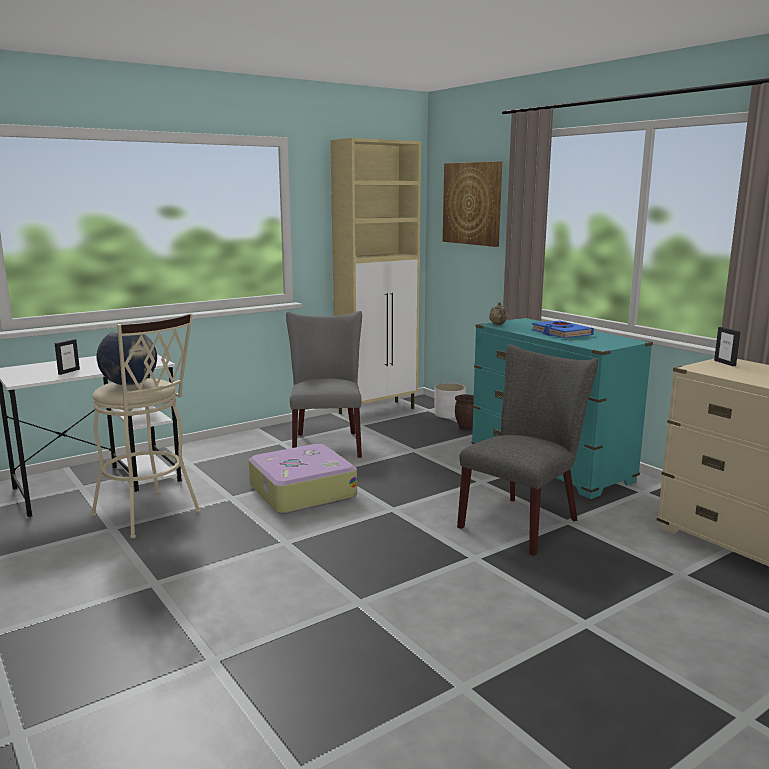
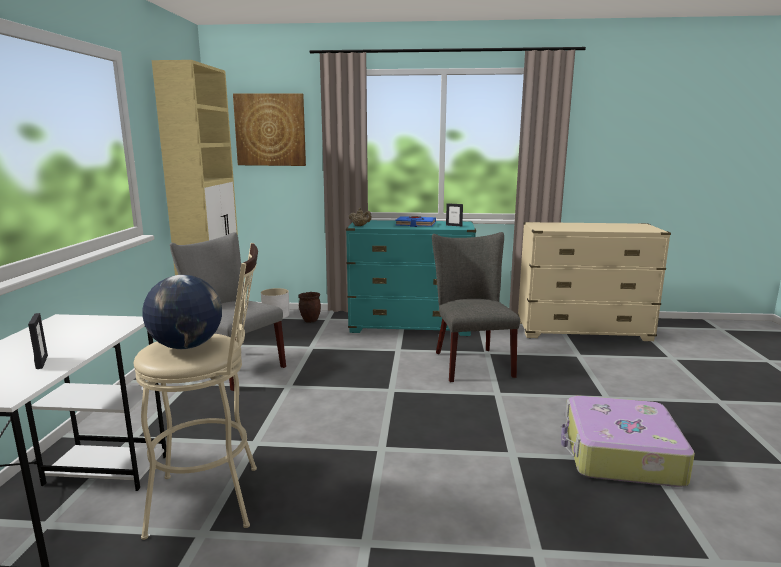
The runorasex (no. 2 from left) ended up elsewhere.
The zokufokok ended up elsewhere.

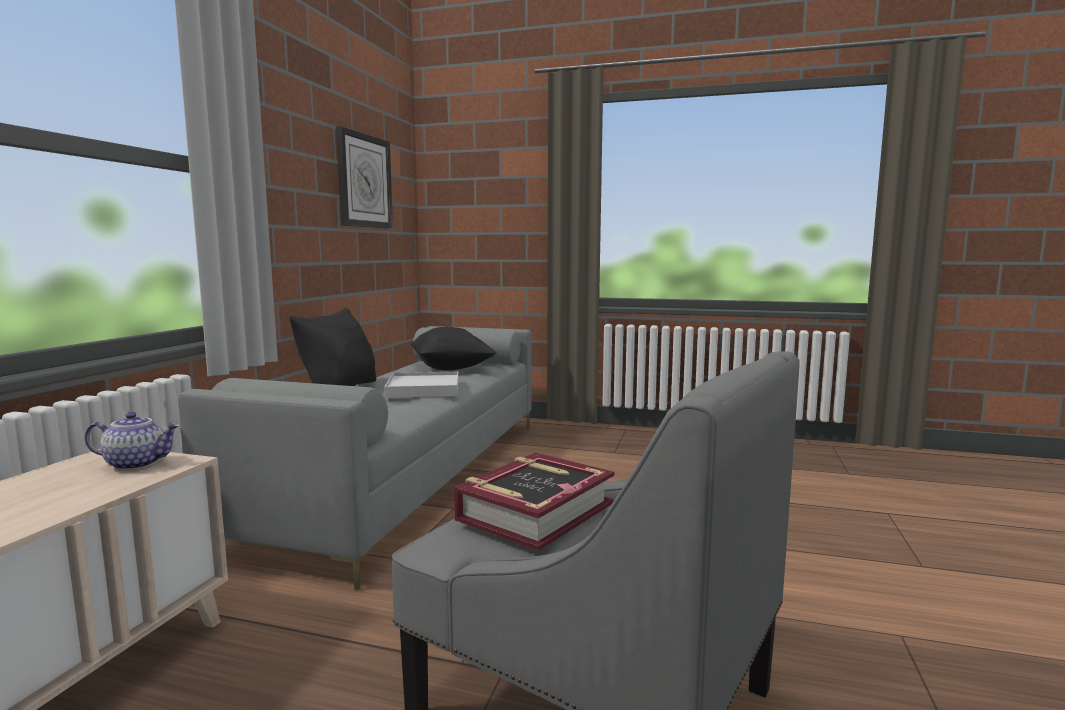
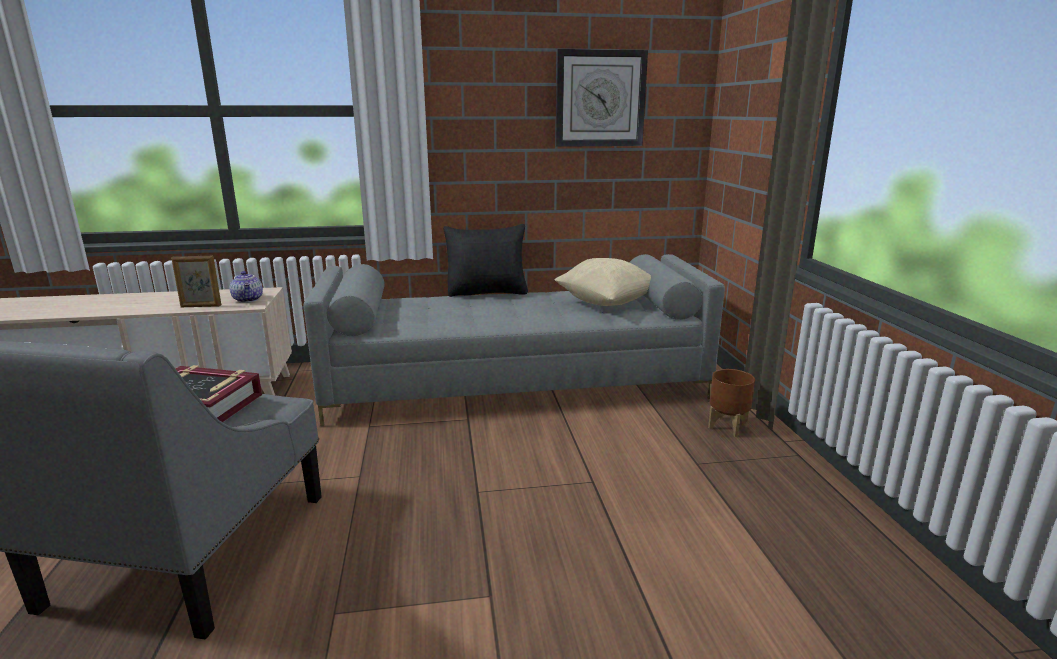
The second view gained the runorasex.
What was the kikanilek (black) (no. 2 from left) turned into the kikanilek (beige).
The second view gained the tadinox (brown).
The second view lost the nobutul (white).

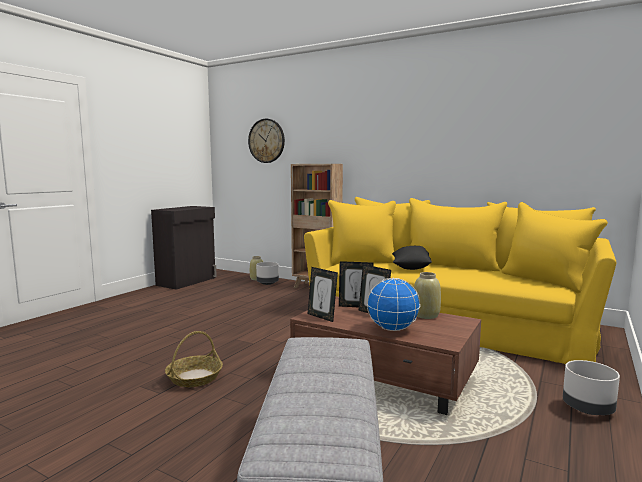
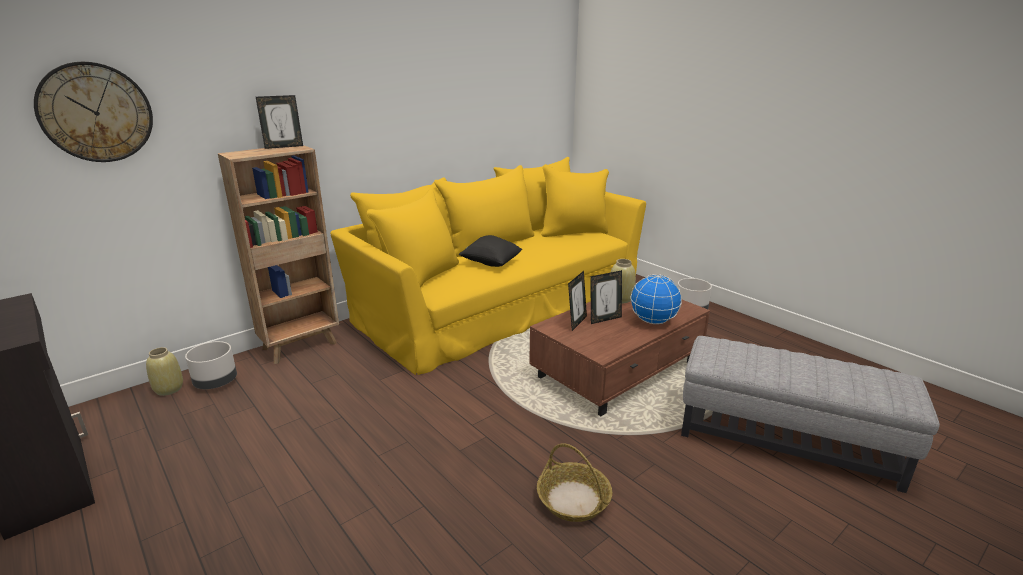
The runorasex (no. 1 from left) ended up elsewhere.

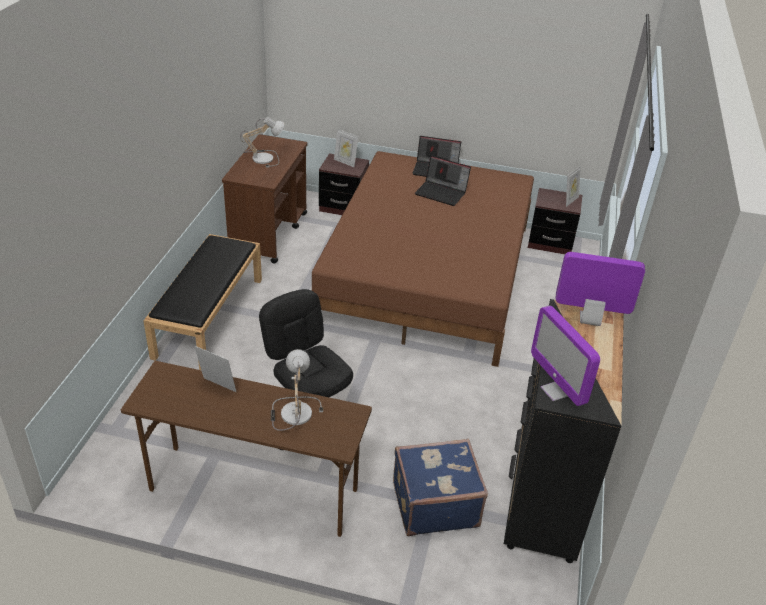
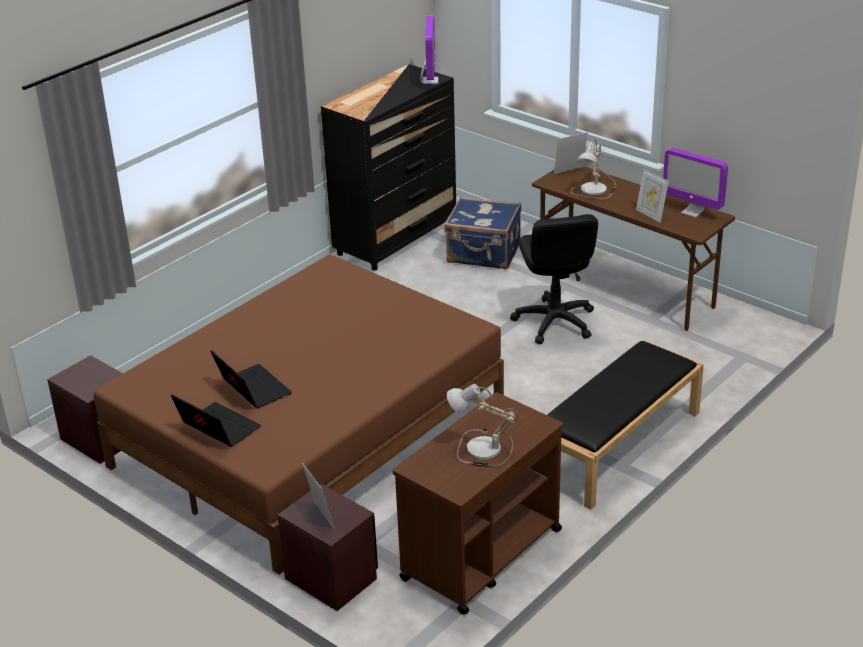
The runorasex (no. 3 from left in the first image) ended up elsewhere.
The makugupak (no. 2 from left) ended up elsewhere.

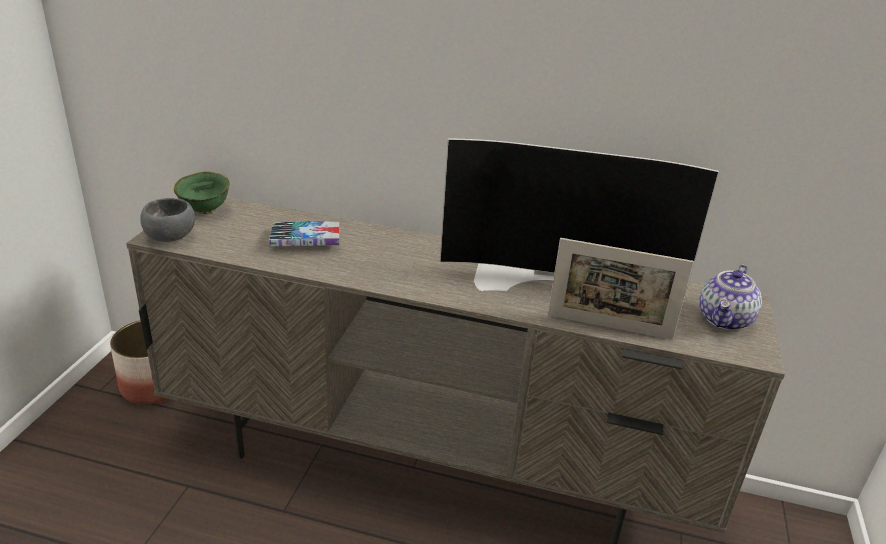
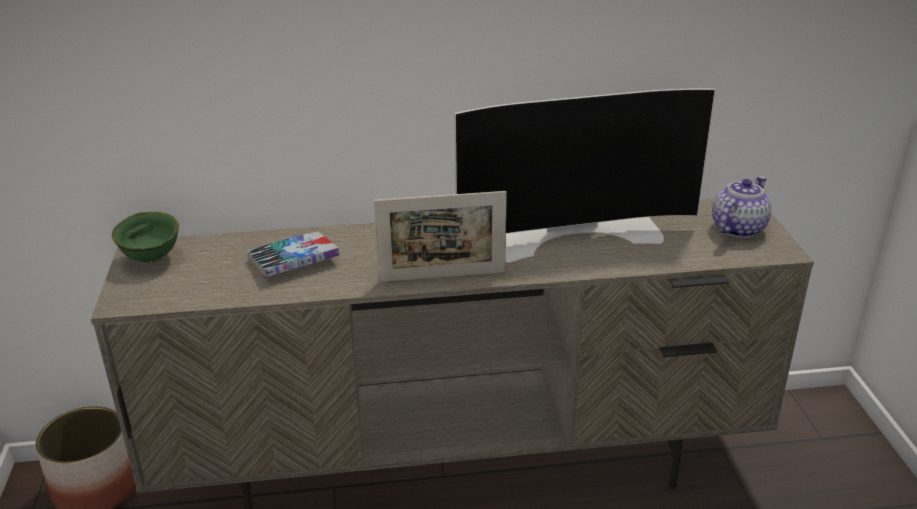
The runorasex ended up elsewhere.
The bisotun ended up facing another way, 150 degrees counterclockwise from before.
The second view lost the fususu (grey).

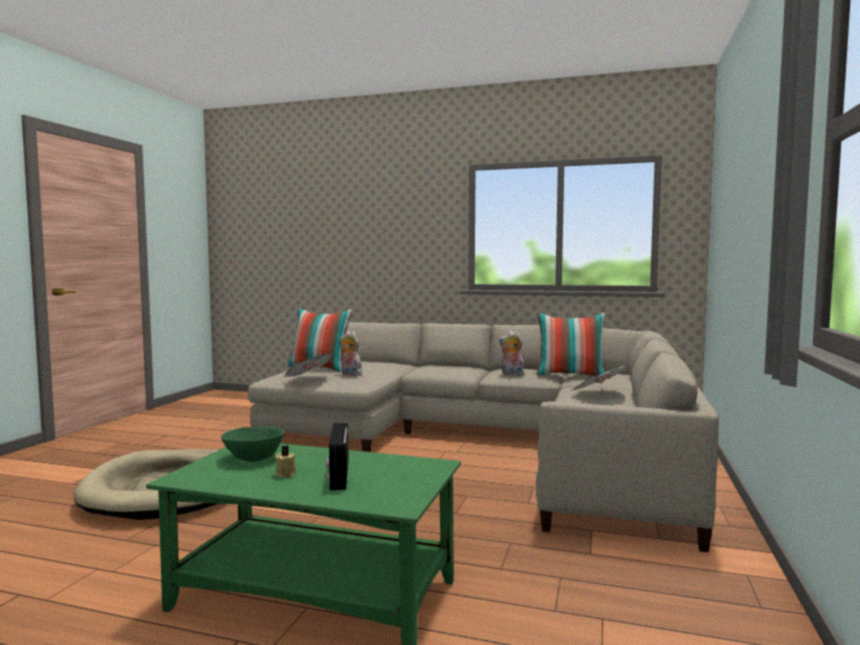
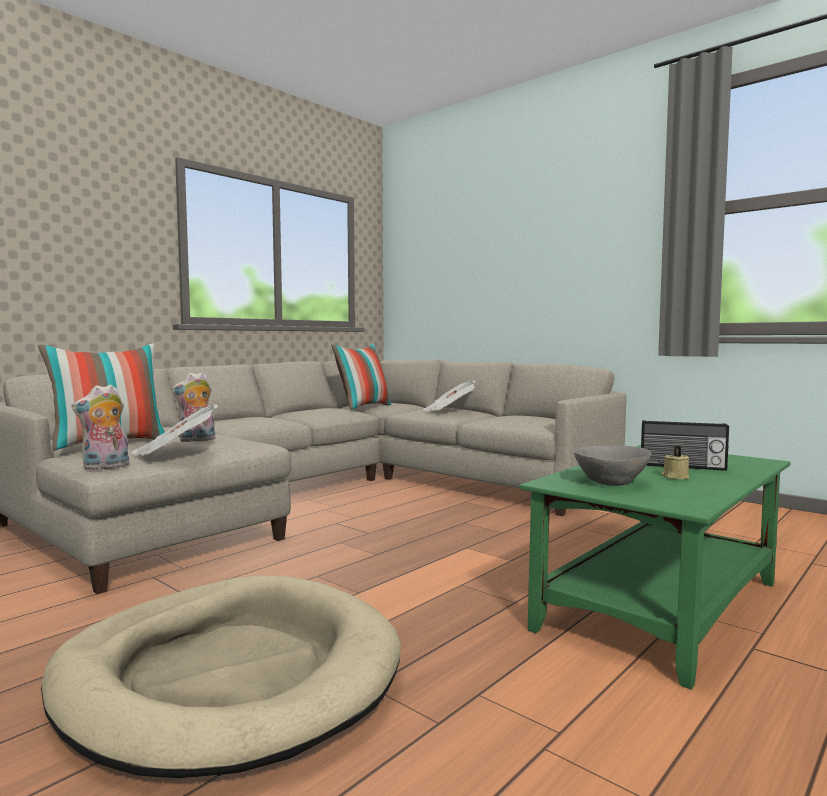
The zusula (no. 2 from left in the first image) ended up elsewhere.
What was the fususu (green) turned into the fususu (grey).

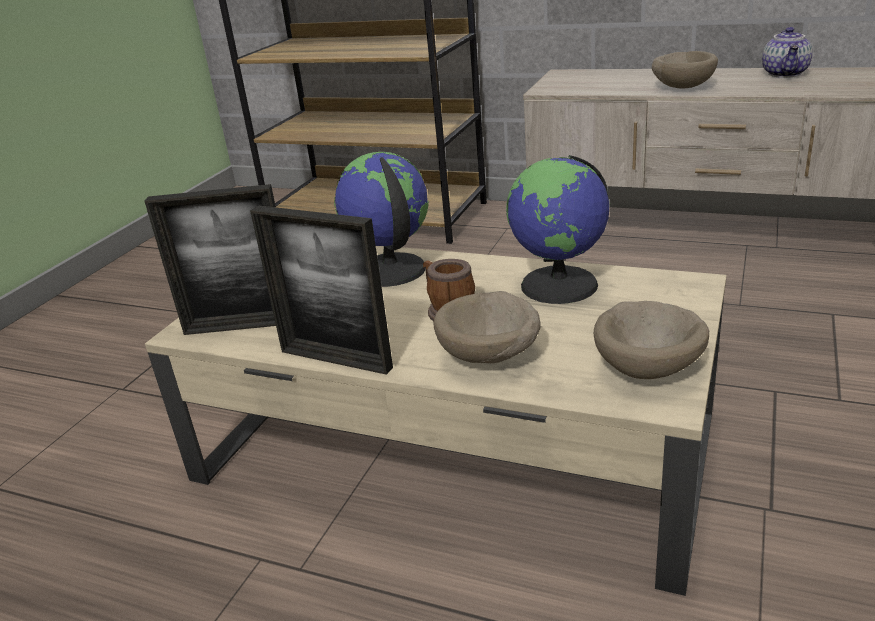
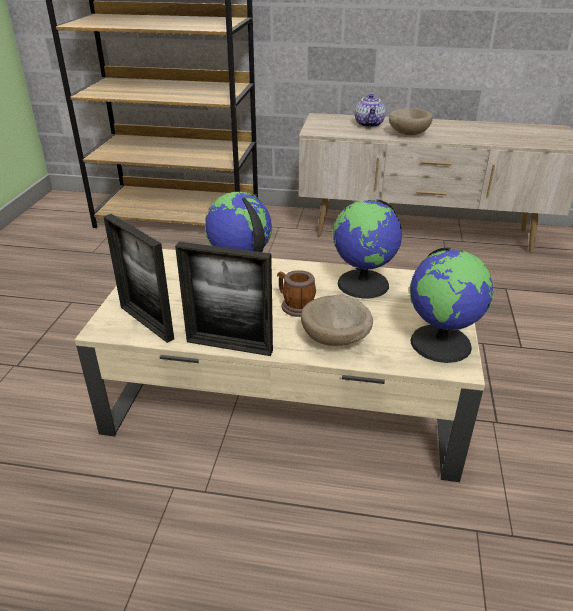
The runorasex (no. 1 from left) ended up facing another way, 60 degrees clockwise from before.
The bisotun ended up elsewhere.
Where the fususu (beige) (no. 2 from left) stood, the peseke (no. 3 from left) came to stand.

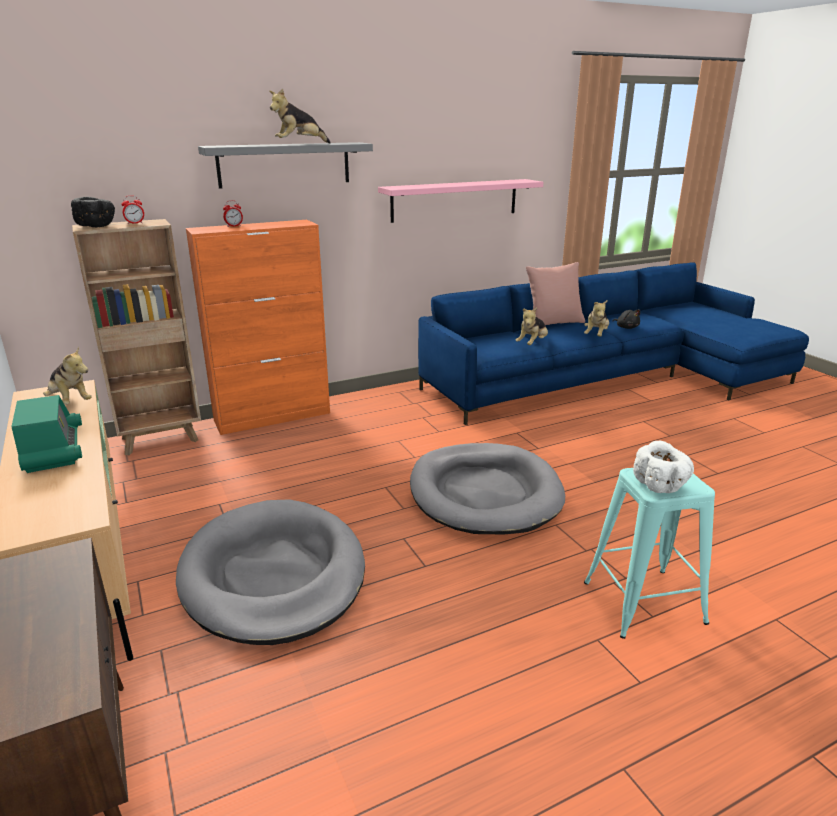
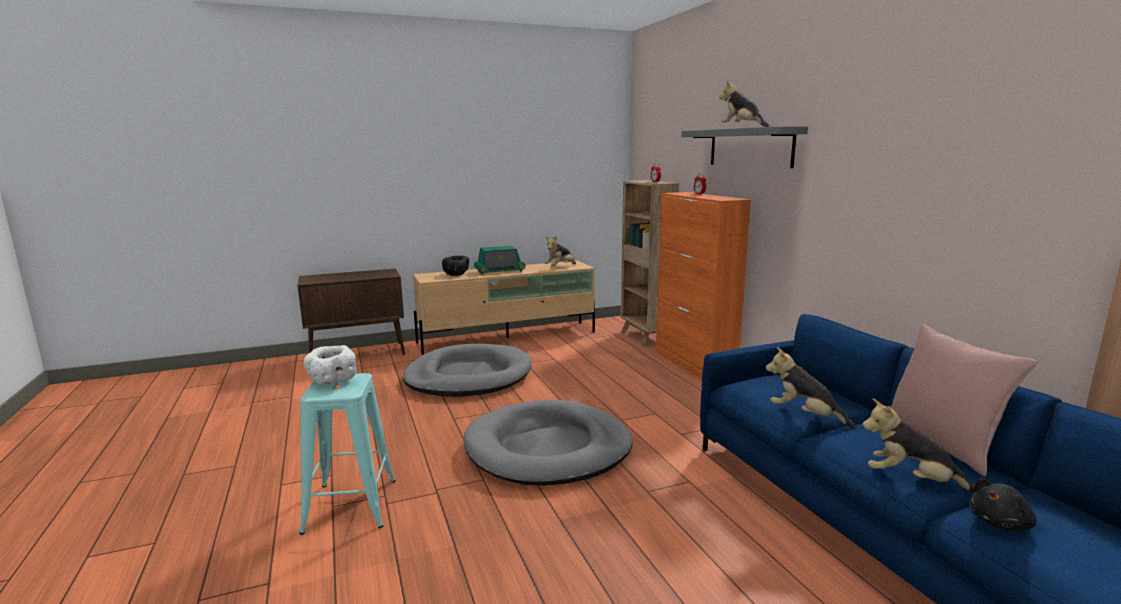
The fususu (black) ended up elsewhere.
The second view lost the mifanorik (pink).

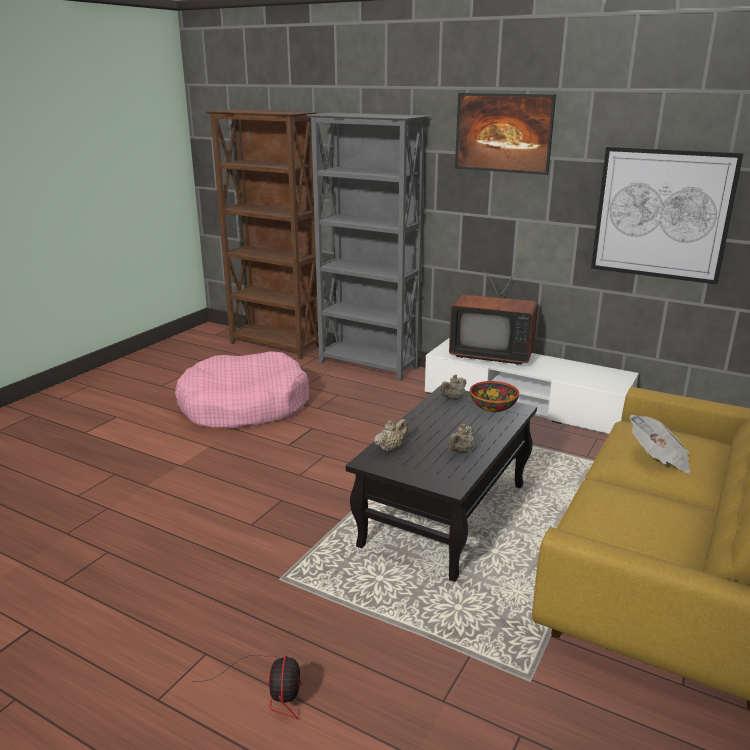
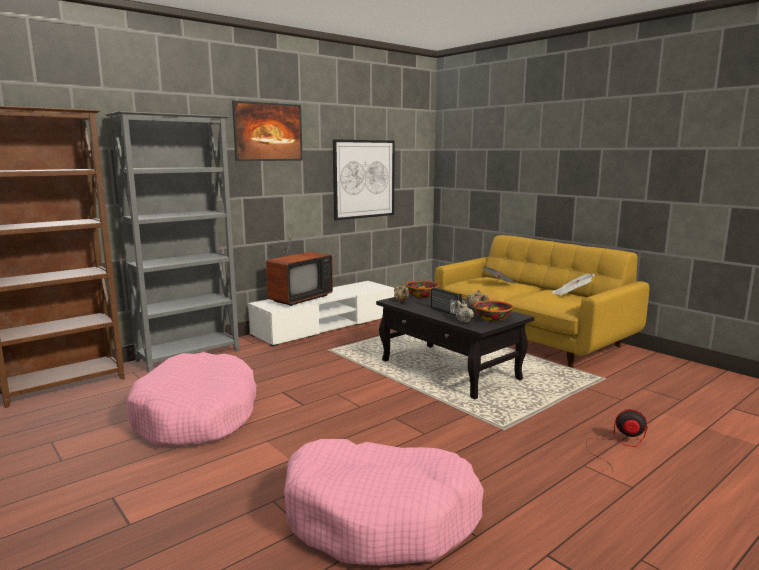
The second view gained the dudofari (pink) (no. 2 from left).
The second view gained the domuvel.
The second view gained the fususu (no. 2 from left).
The second view gained the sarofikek (no. 2 from left).

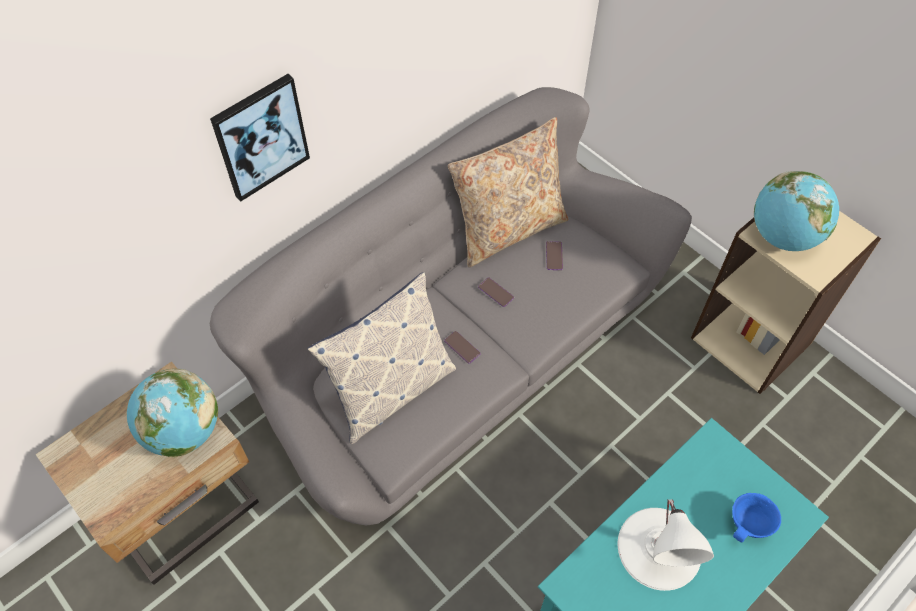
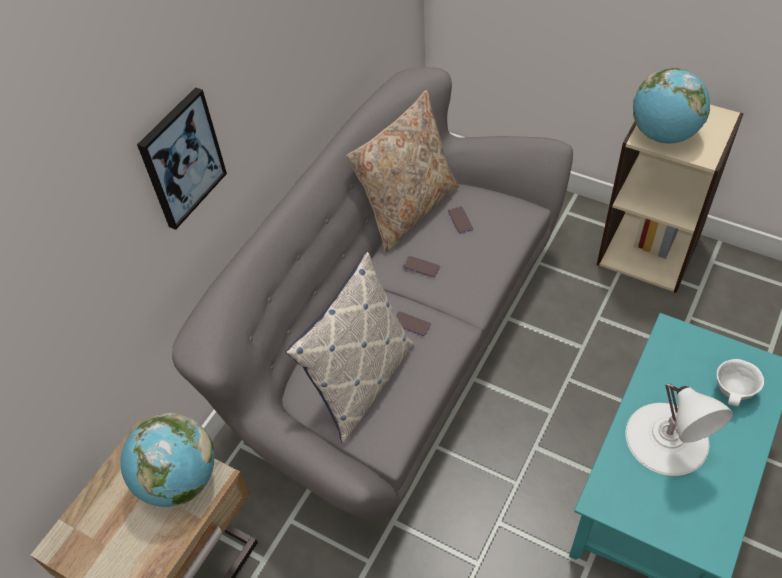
What was the fususu (blue) turned into the fususu (white).

